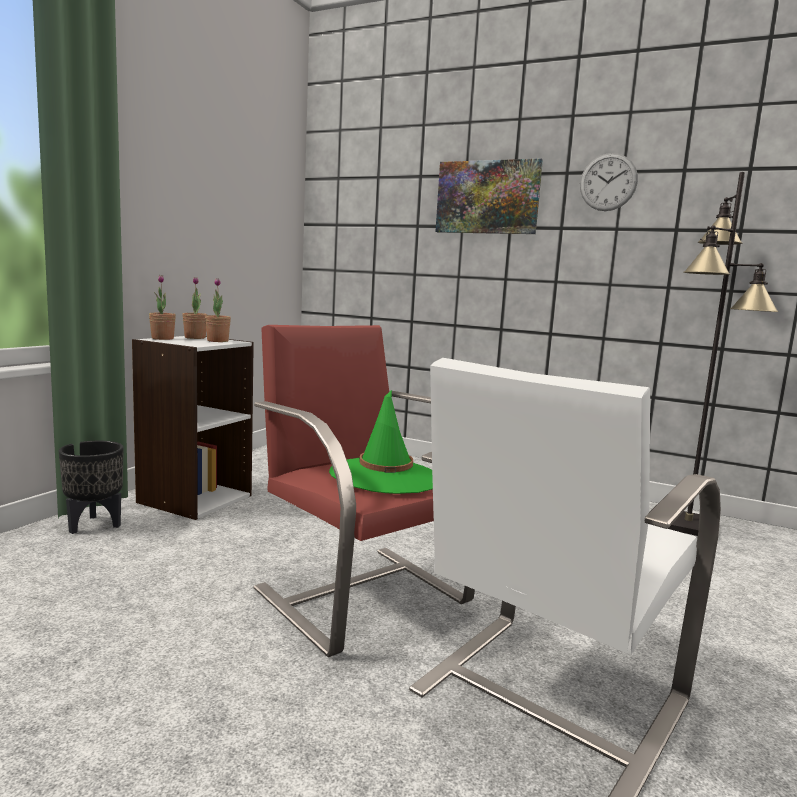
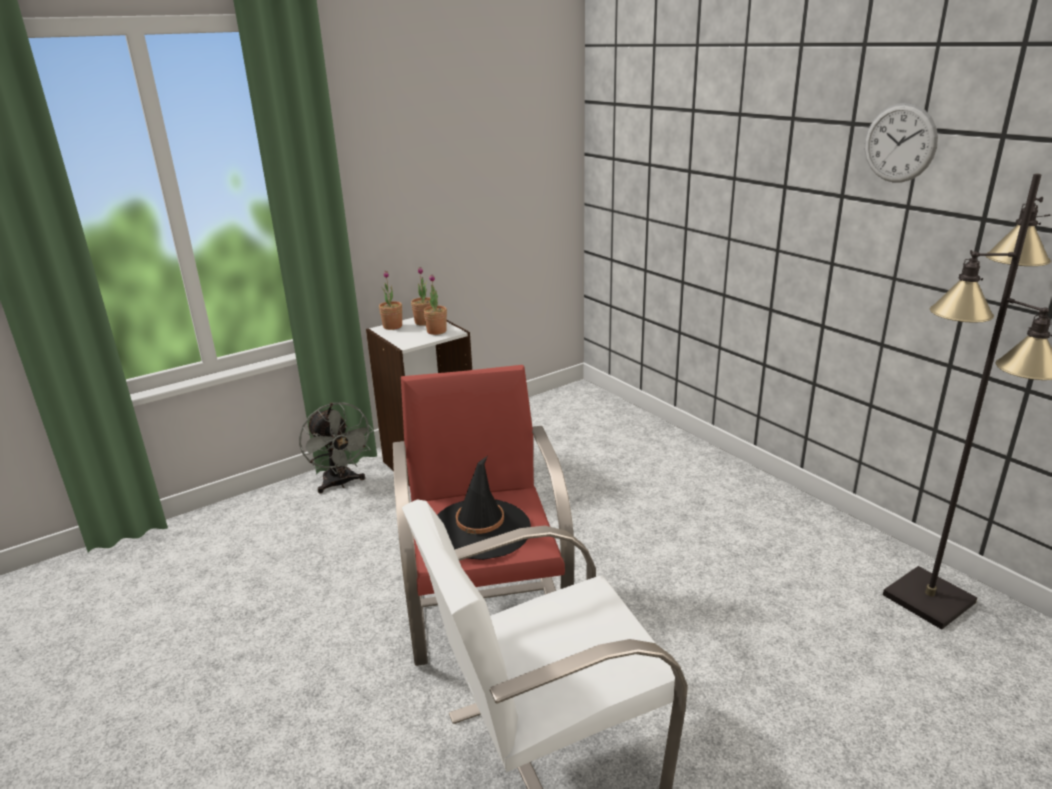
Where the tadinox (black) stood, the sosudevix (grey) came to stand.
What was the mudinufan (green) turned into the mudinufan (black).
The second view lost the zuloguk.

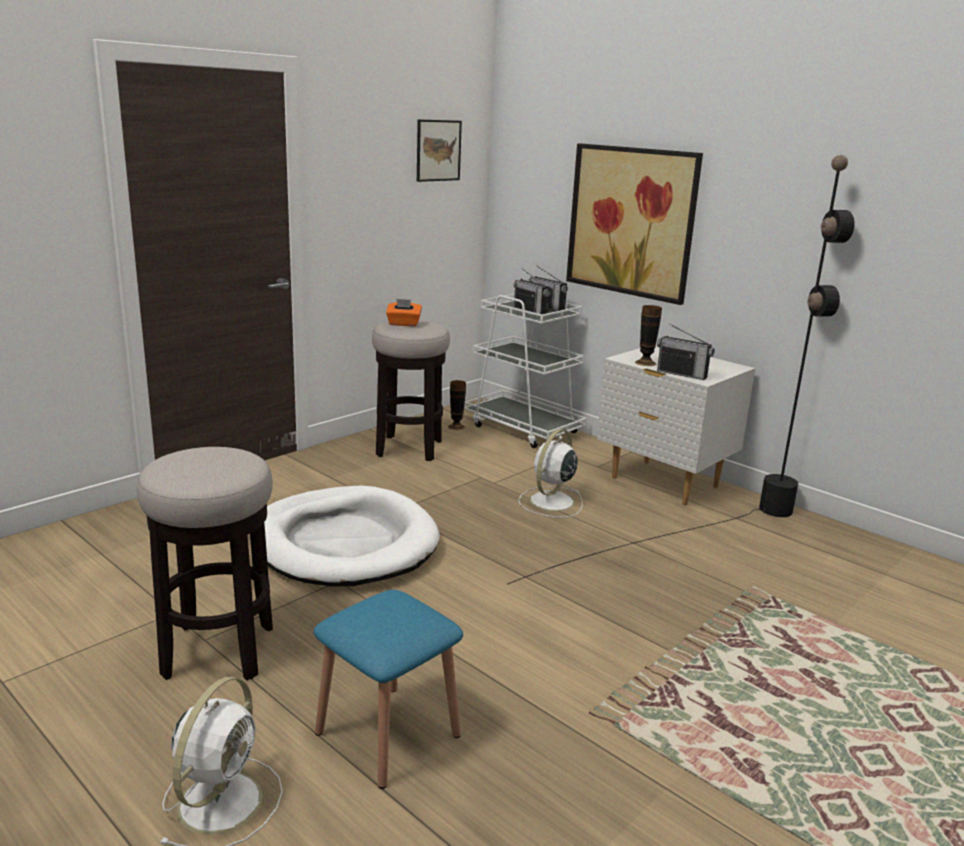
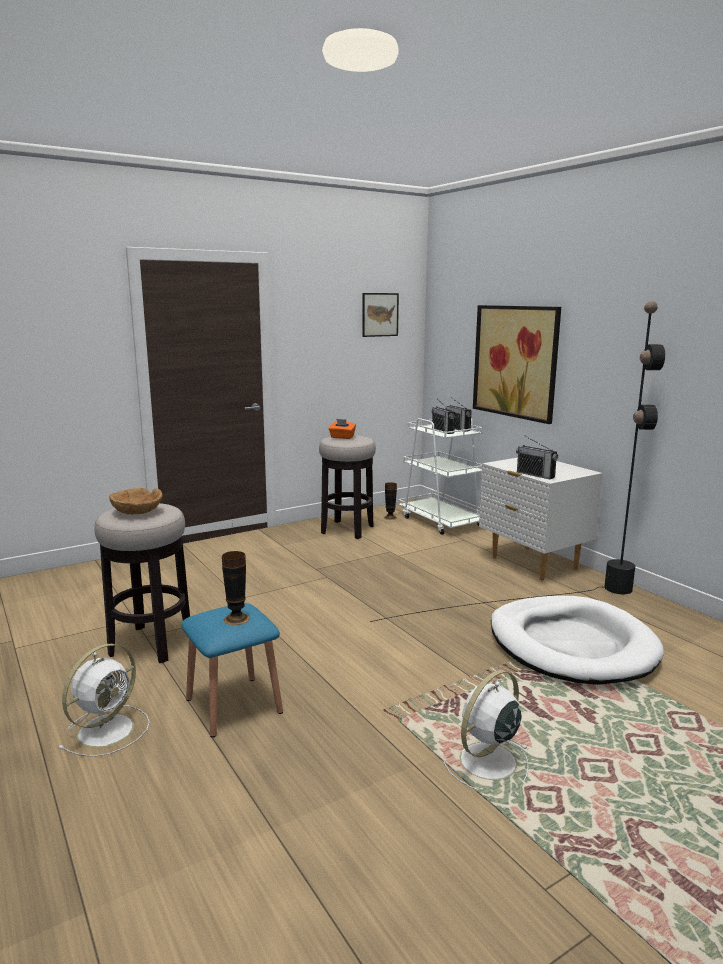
The second view gained the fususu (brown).
The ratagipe (no. 2 from left in the first image) ended up elsewhere.
The sosudevix (white) (no. 2 from left) ended up elsewhere.
The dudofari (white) ended up elsewhere.

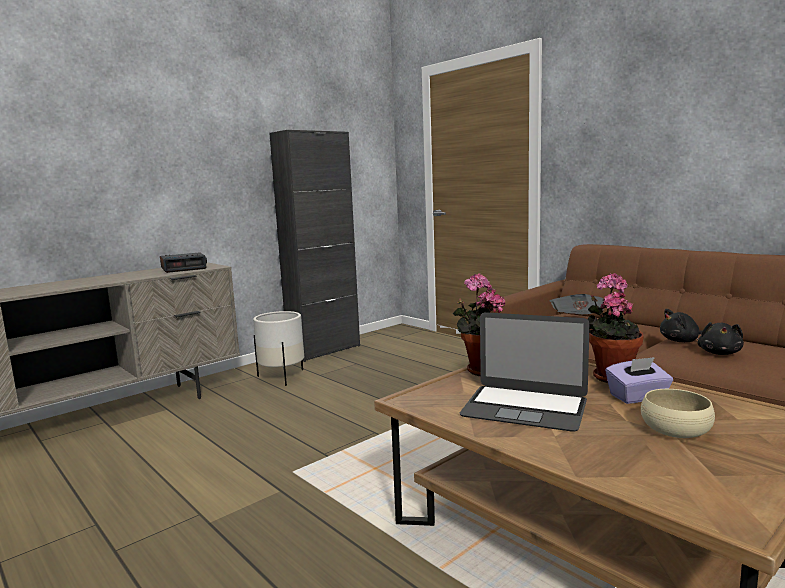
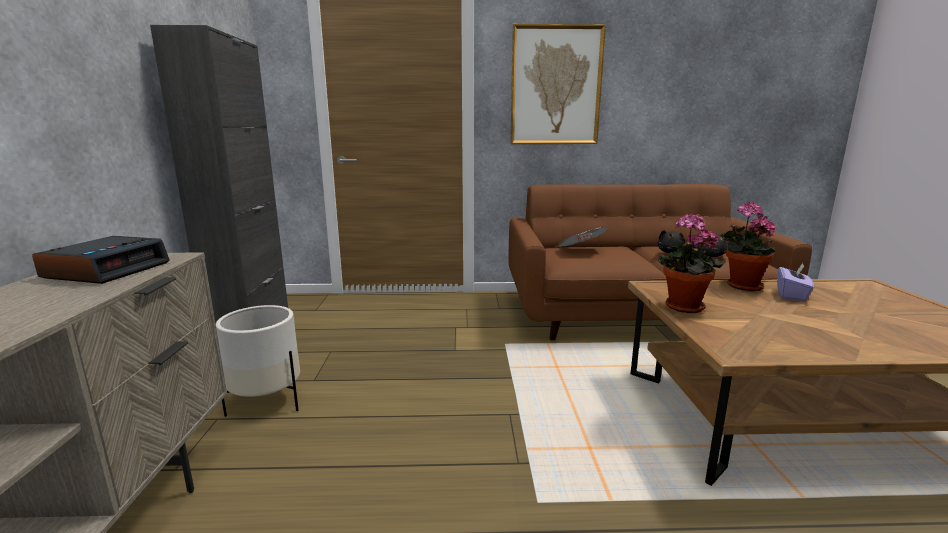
The second view gained the zuloguk.
The second view lost the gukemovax.
The second view lost the fususu (beige).

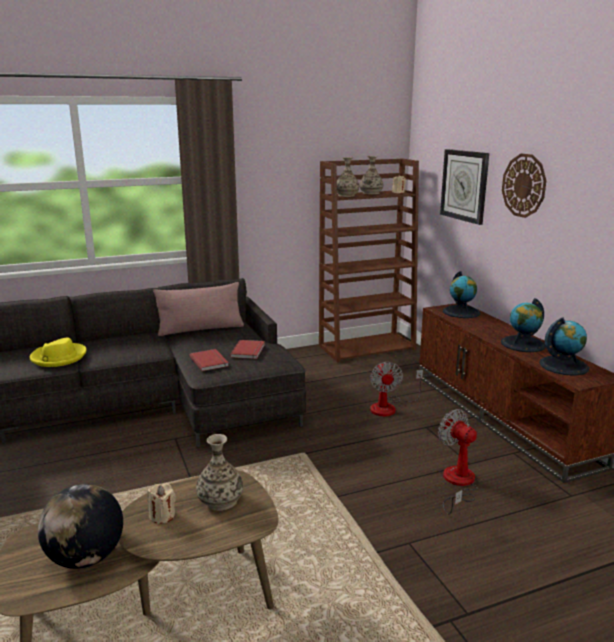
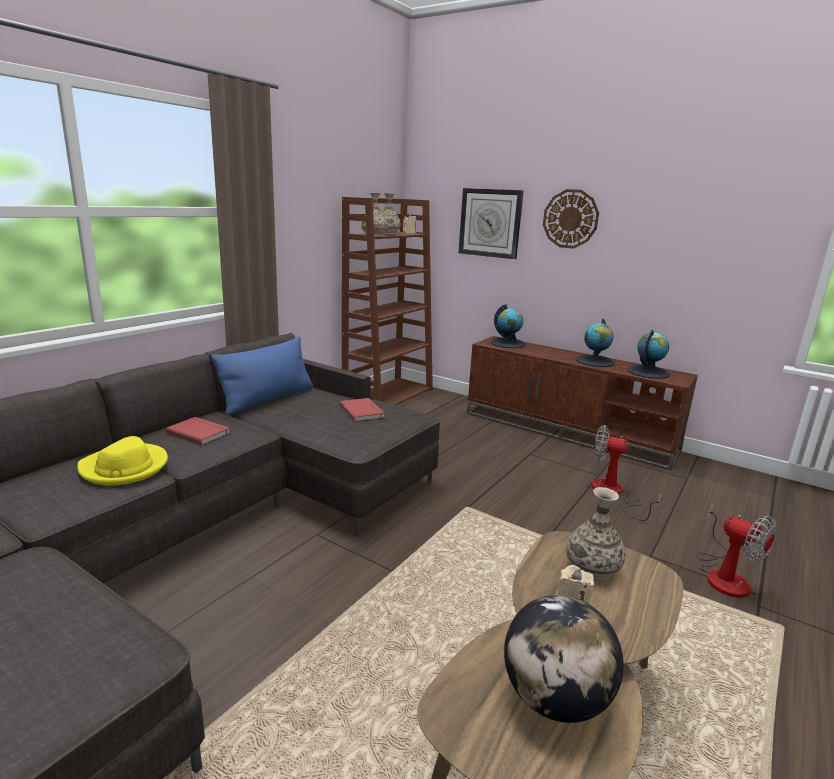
The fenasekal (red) (no. 1 from left) ended up elsewhere.
What was the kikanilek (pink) turned into the kikanilek (blue).
The sosudevix (no. 1 from left in the first image) ended up elsewhere.

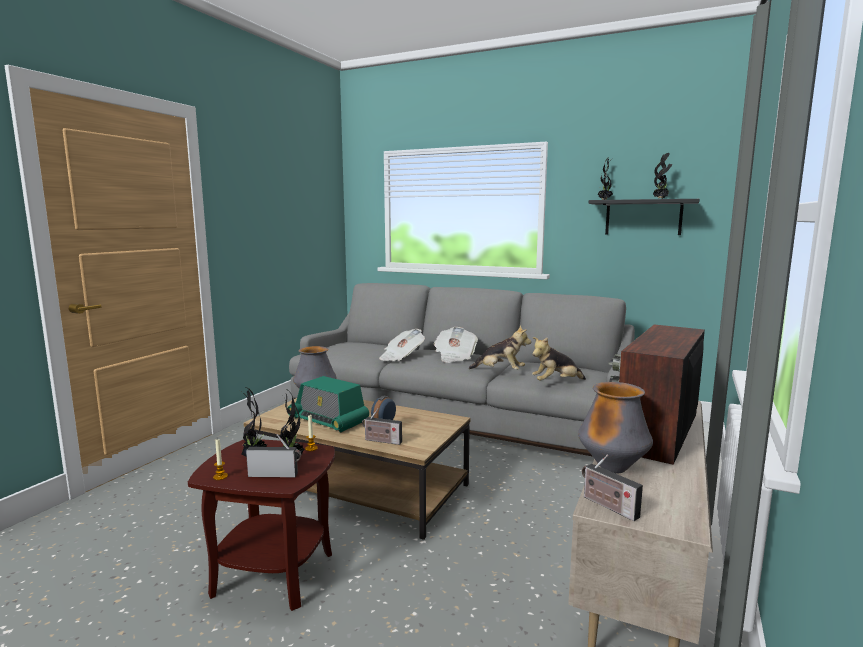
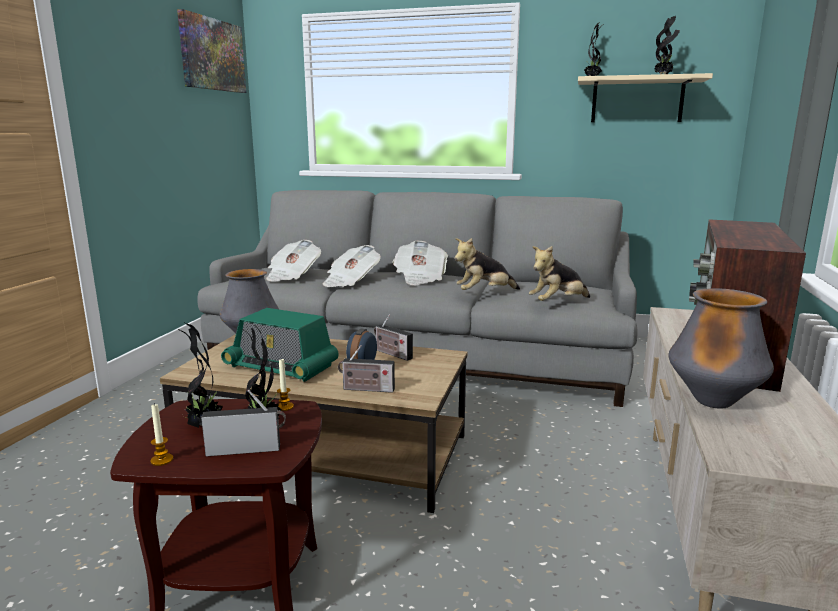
The second view gained the zuloguk.
The second view gained the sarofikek (no. 1 from left).
The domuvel (no. 4 from left) ended up elsewhere.
The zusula (no. 1 from left) ended up facing another way, 150 degrees clockwise from before.
What was the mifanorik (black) turned into the mifanorik (beige).

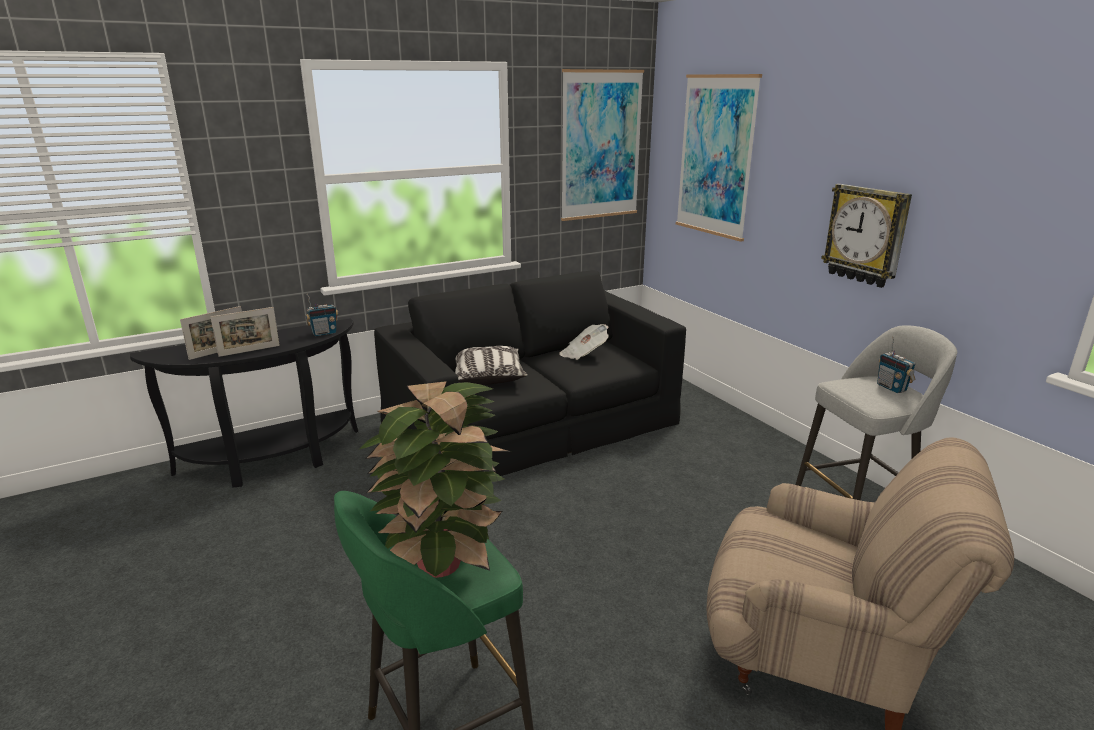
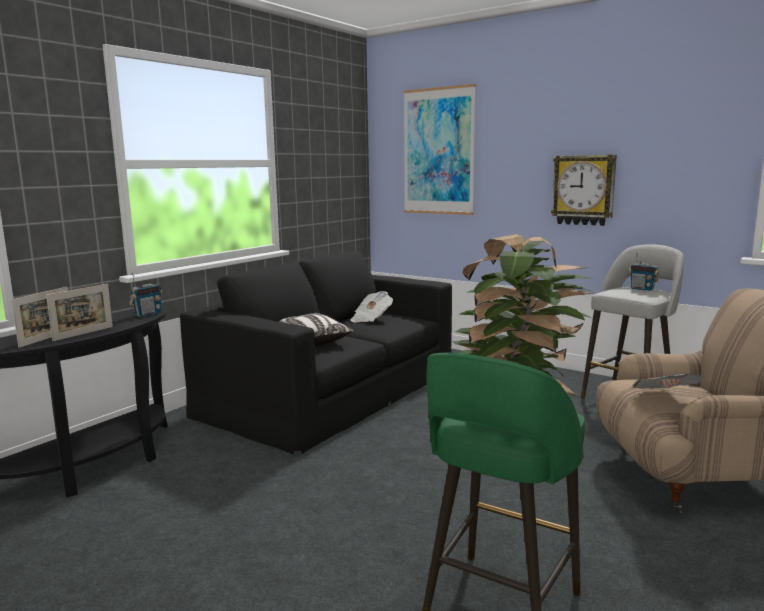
The second view gained the sarofikek (no. 2 from left).
The second view lost the zuloguk (no. 1 from left).

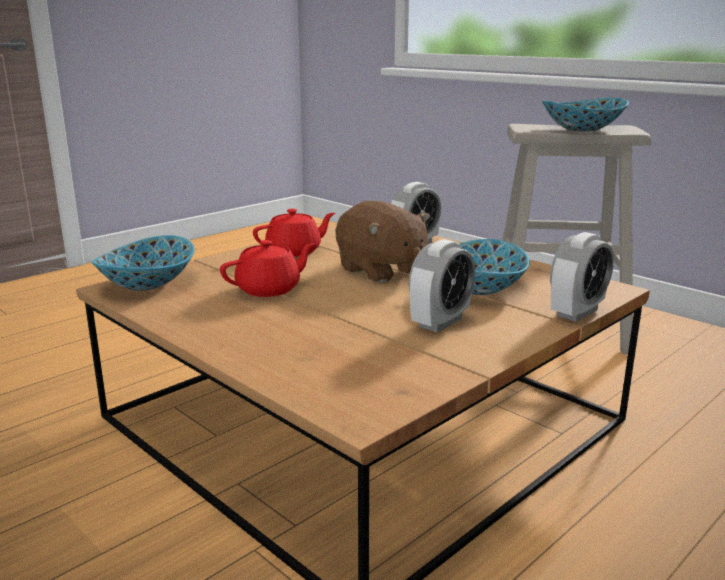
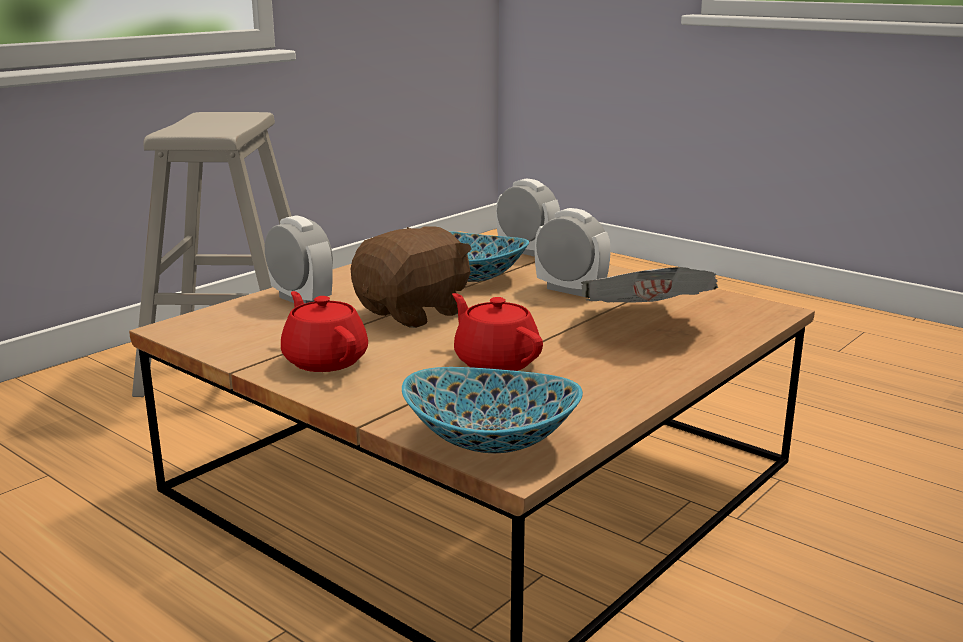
The second view gained the sarofikek.
The second view lost the fususu (no. 3 from left).

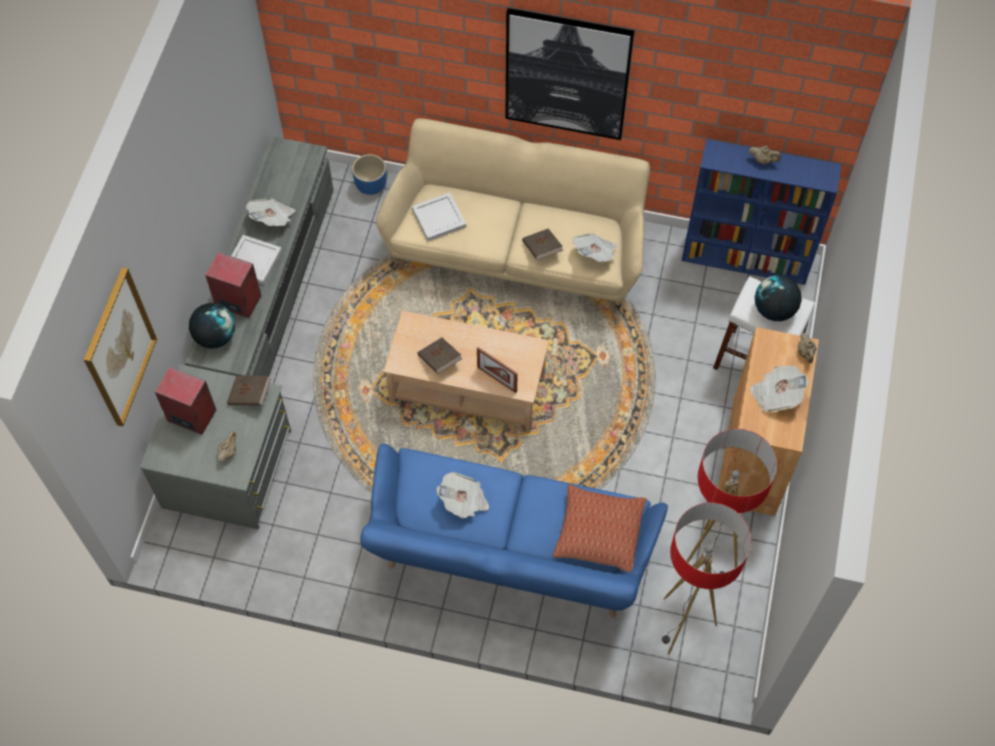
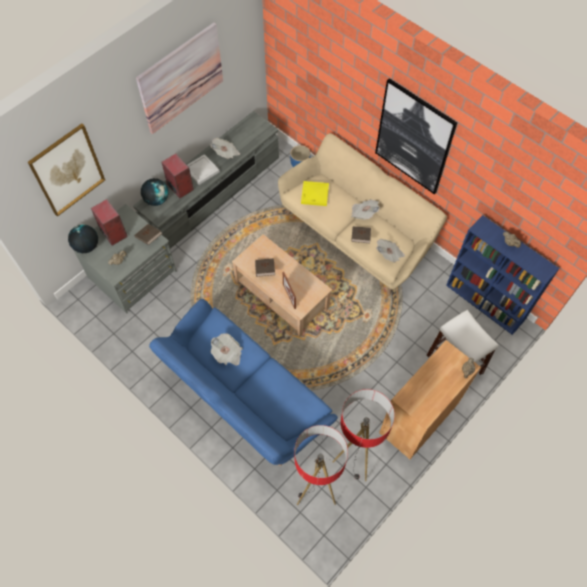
The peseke (no. 2 from left in the first image) ended up elsewhere.
The second view gained the zuloguk (no. 2 from left).
What was the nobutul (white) (no. 2 from left) turned into the nobutul (yellow).
The sarofikek (no. 4 from left in the first image) ended up elsewhere.
The second view lost the kikanilek.

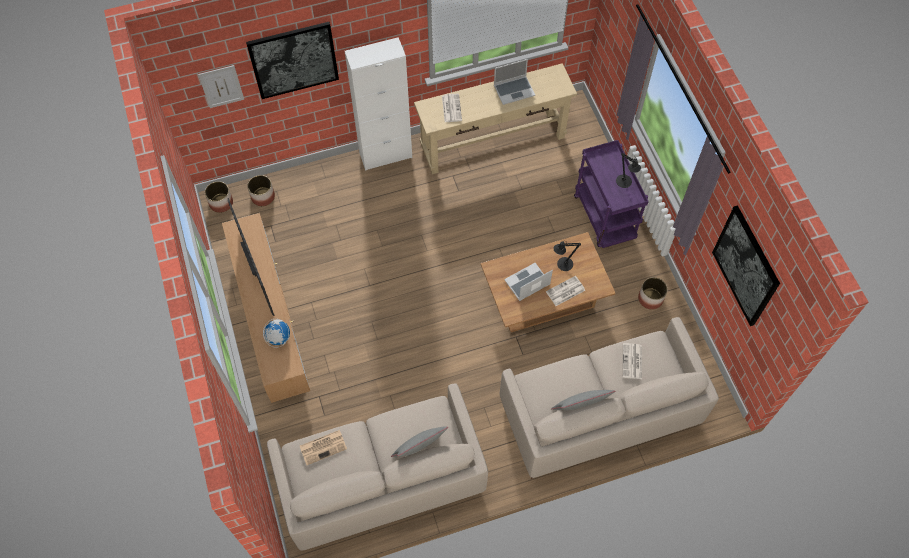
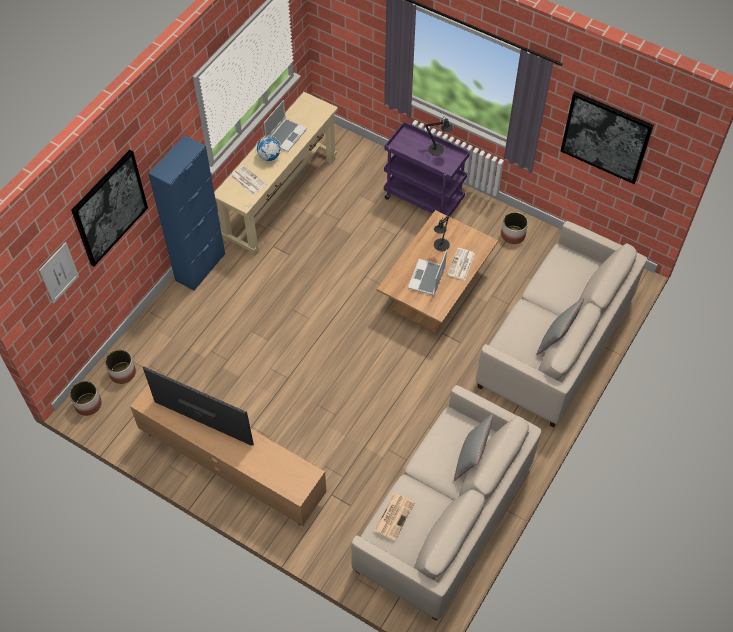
What was the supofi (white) turned into the supofi (blue).
The peseke ended up elsewhere.
The second view lost the sarofikek (no. 4 from left).

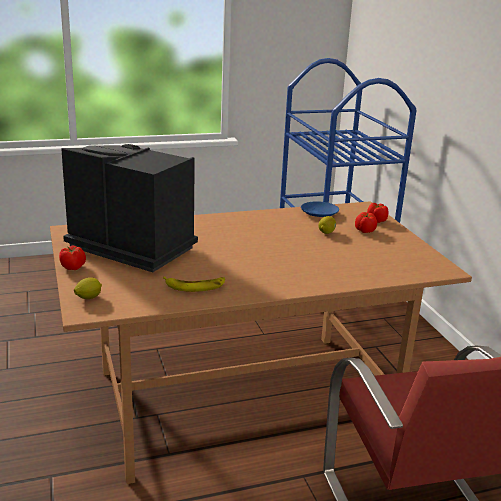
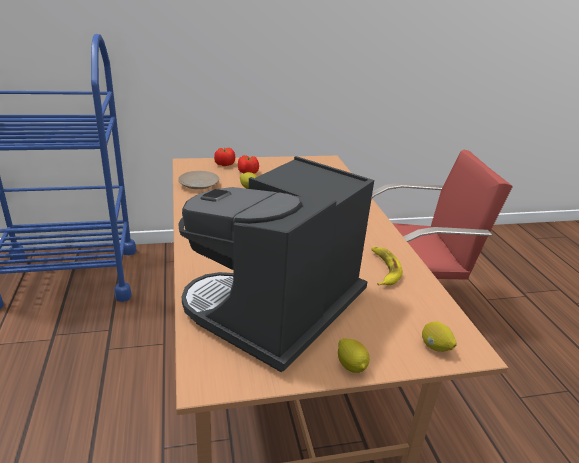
What was the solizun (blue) turned into the solizun (beige).
Where the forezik (no. 1 from left) stood, the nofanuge (no. 2 from left) came to stand.

